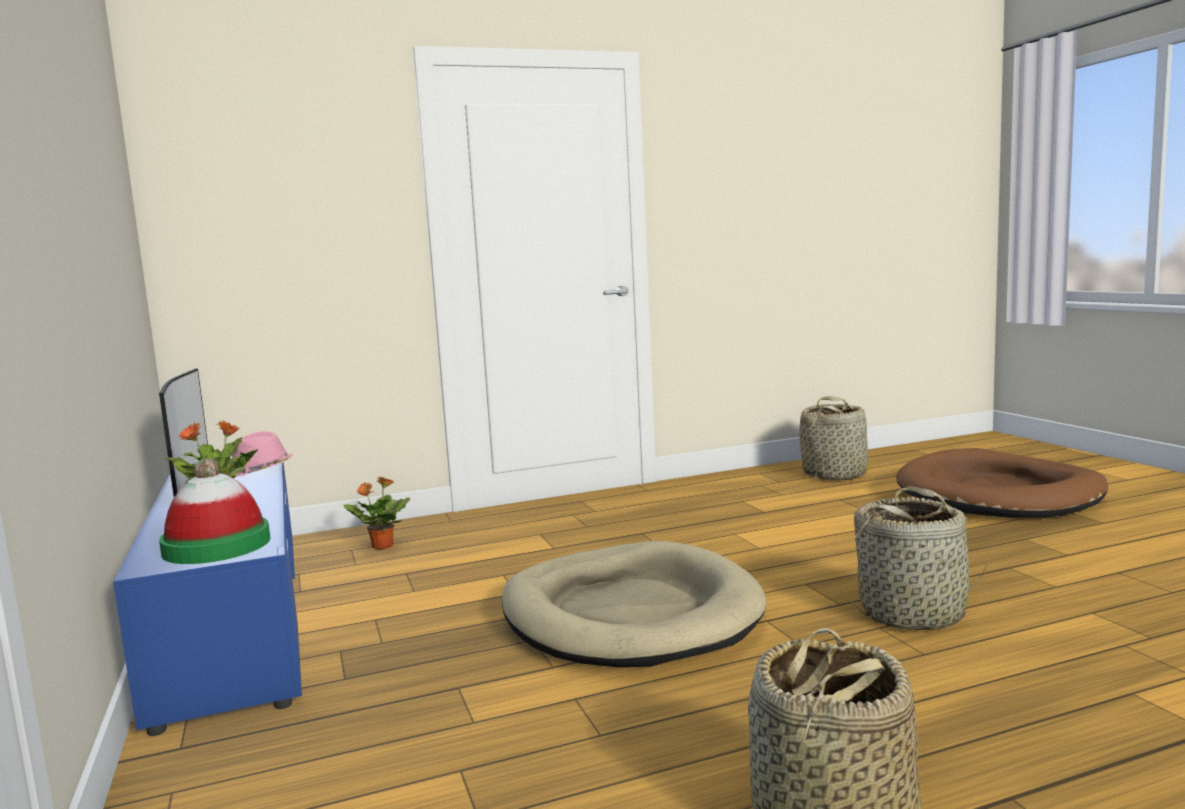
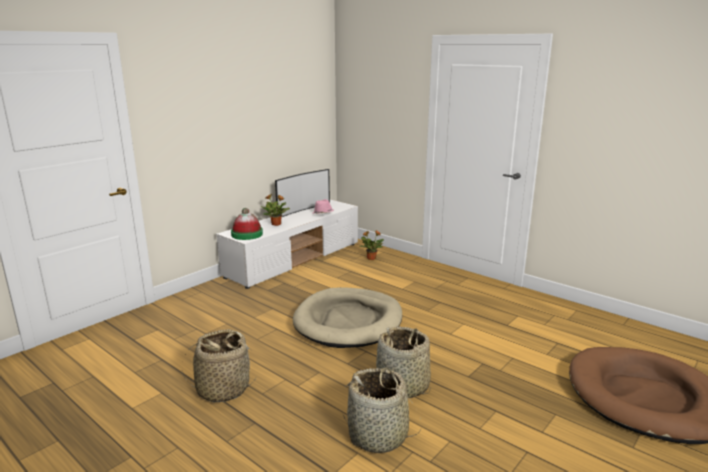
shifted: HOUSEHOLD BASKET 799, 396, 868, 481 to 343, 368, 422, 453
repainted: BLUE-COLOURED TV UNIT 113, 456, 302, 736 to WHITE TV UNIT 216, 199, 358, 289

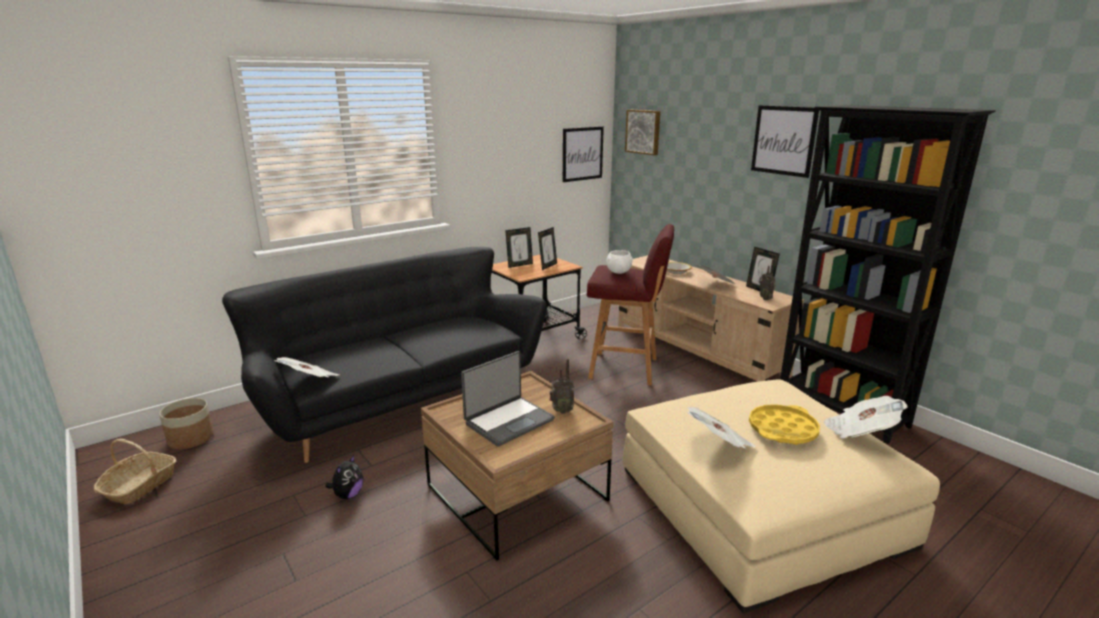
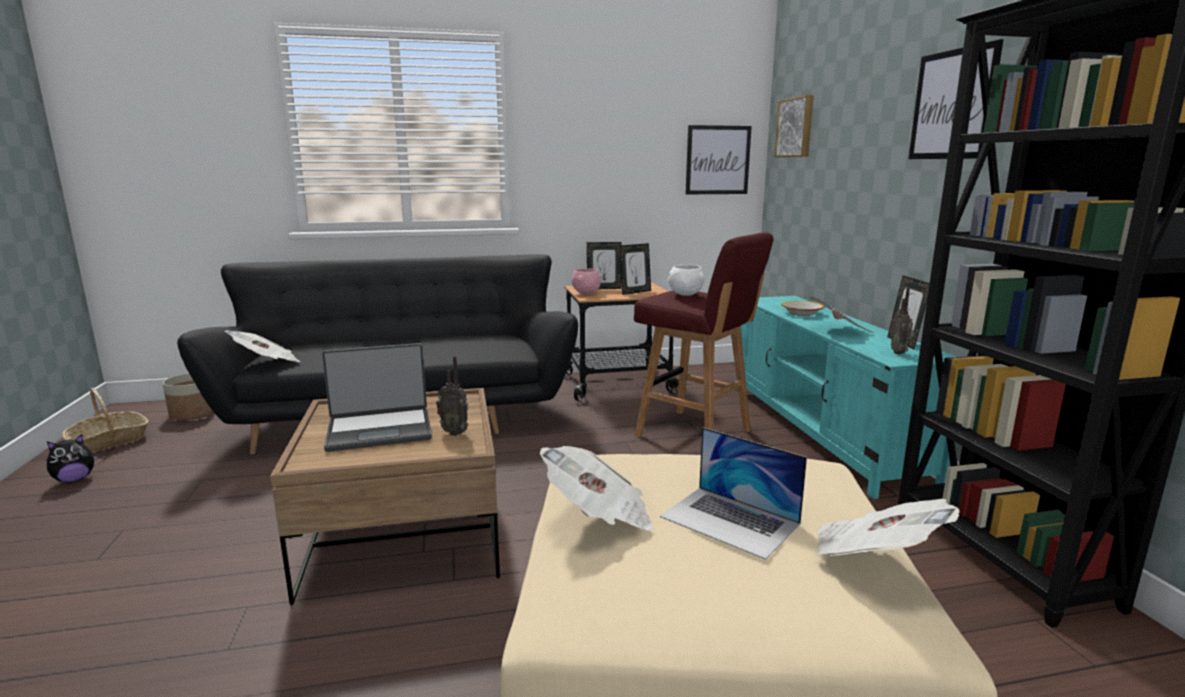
new: PINK SERVING BOWL 572, 268, 601, 294
shifted: SOFT TOY 325, 455, 363, 499 to 47, 434, 97, 483
swapped: YELLOW-COLOURED TRAY 749, 404, 820, 445 to LAPTOP 660, 427, 807, 560
repainted: BEIGE-COLOURED TV UNIT 618, 255, 804, 382 to TURQUOISE TV UNIT 735, 296, 956, 499

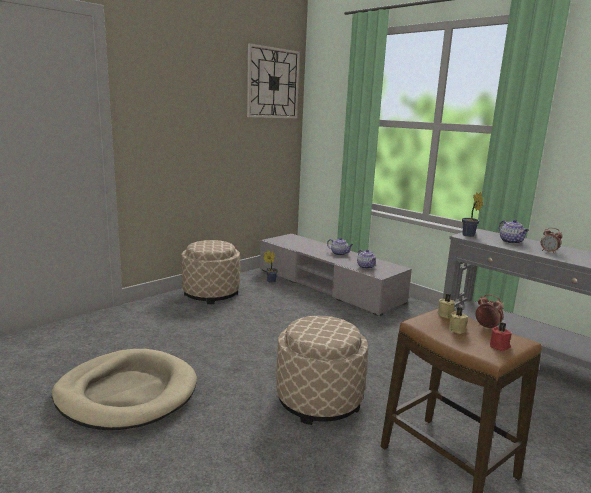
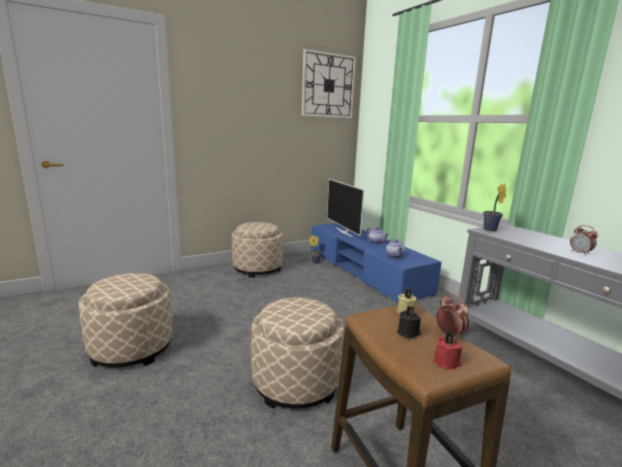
gone: TEAPOT 499, 219, 529, 244
new: TV 327, 179, 364, 237
swapped: BEIGE-COLOURED DOG CUSHION 52, 349, 197, 430 to BEIGE-COLOURED FOOTREST 78, 273, 173, 368
repainted: GREY TV UNIT 260, 234, 412, 316 to BLUE-COLOURED TV UNIT 311, 223, 441, 303; BEIGE-COLOURED WAX CANDLE 449, 307, 468, 334 to BLACK-COLOURED WAX CANDLE 397, 306, 421, 339

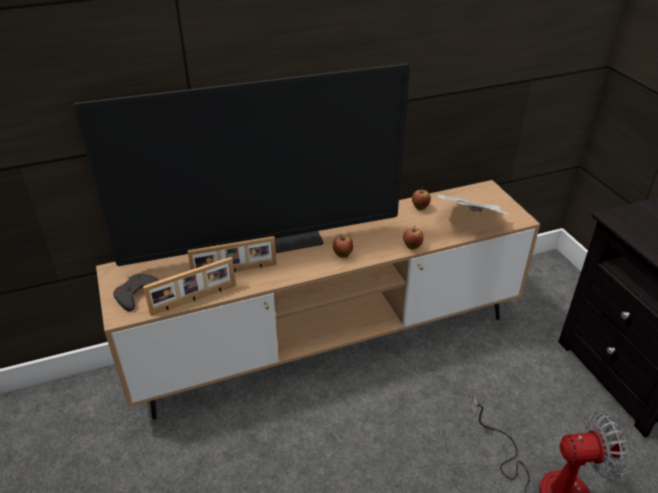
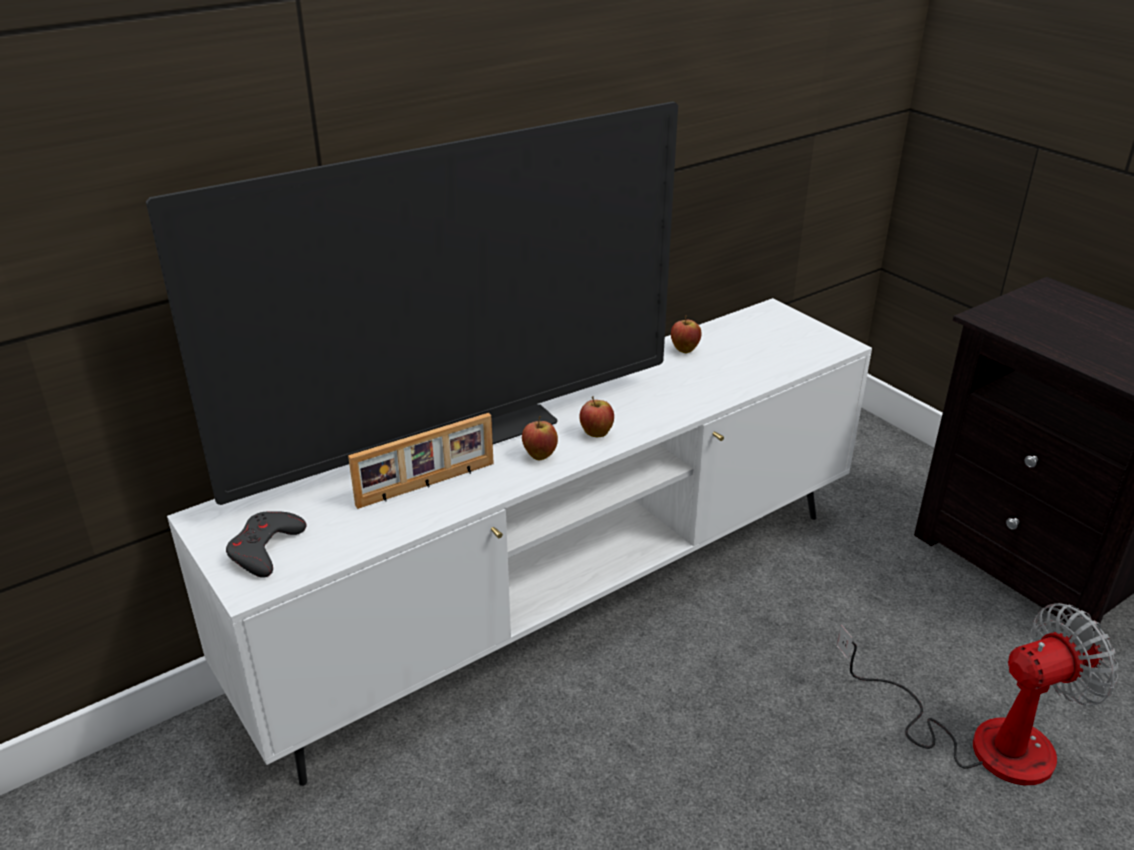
gone: DAILY PAPER 437, 194, 512, 216; PHOTO FRAME 143, 257, 236, 316
shifted: APPLE FRUIT 403, 226, 424, 250 to 522, 416, 558, 461
repainted: BROWN TV UNIT 96, 180, 540, 420 to WHITE TV UNIT 167, 298, 872, 786

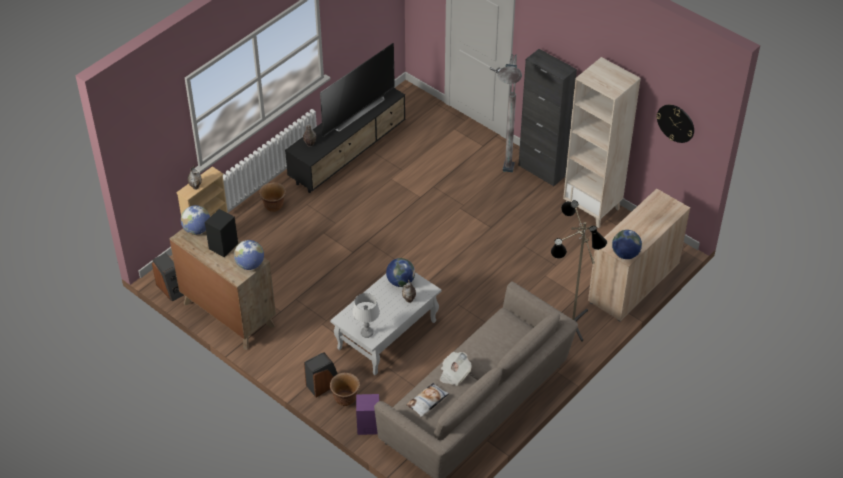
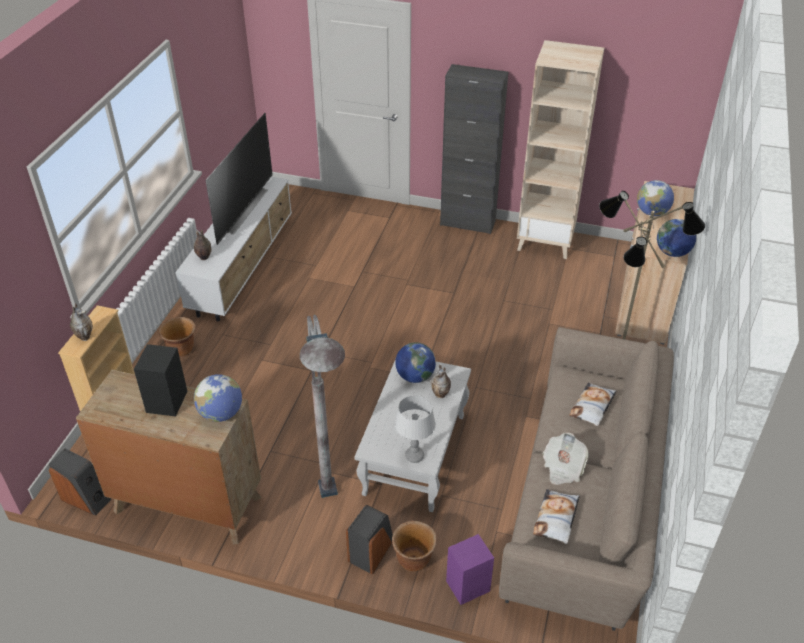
gone: CLOCK ON THE WALL 656, 105, 694, 143
new: PILLOW 569, 383, 617, 426
shifted: GREY STANDING LAMP 498, 54, 522, 172 to 300, 315, 345, 498; GLOBE 181, 205, 210, 235 to 637, 180, 674, 216
repainted: BLACK-COLOURED TV UNIT 285, 88, 406, 193 to WHITE TV UNIT 175, 177, 292, 321

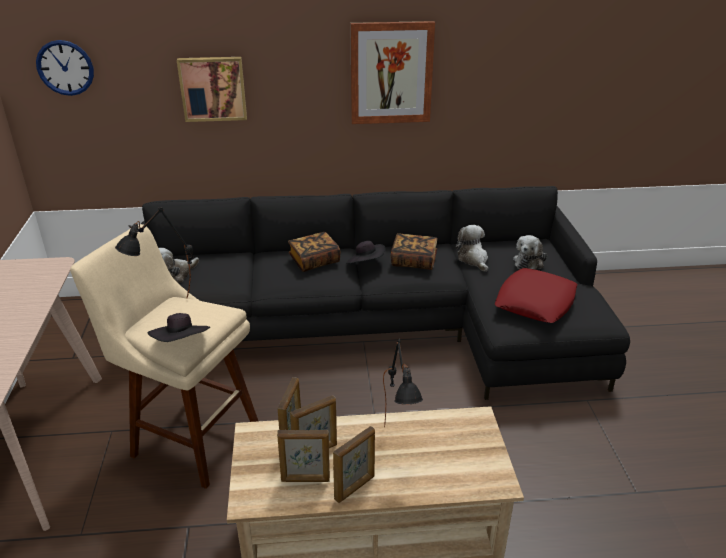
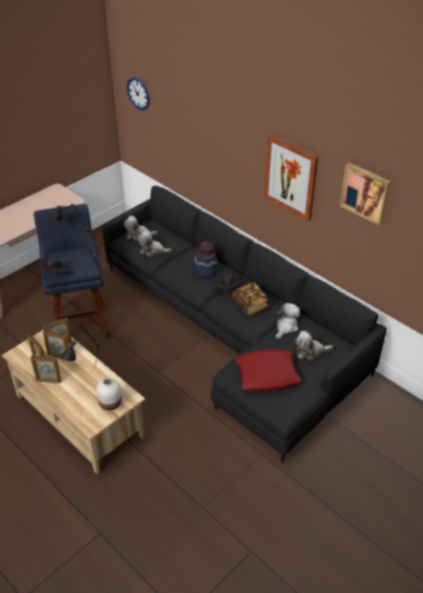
new: SOFT TOY 138, 230, 172, 257; WHITE VASE 96, 378, 122, 410
shifted: PICTURE 177, 57, 247, 122 to 339, 162, 391, 226
swapped: BOOK 288, 232, 341, 272 to CLOTHING HAT 192, 242, 219, 278
repainted: BEIGE-COLOURED STOOL SEAT 70, 224, 258, 489 to BLUE-COLOURED STOOL SEAT 34, 204, 110, 338

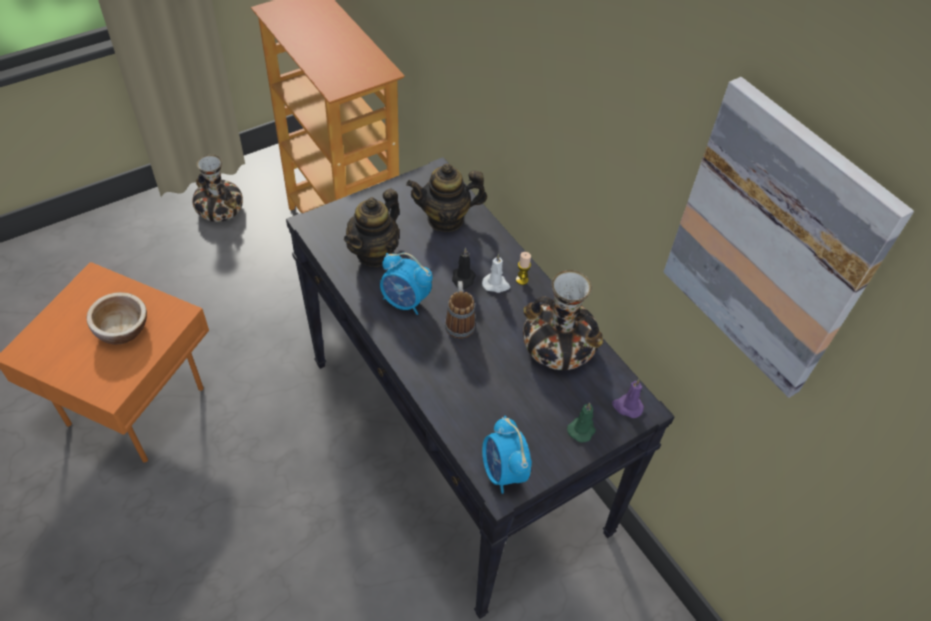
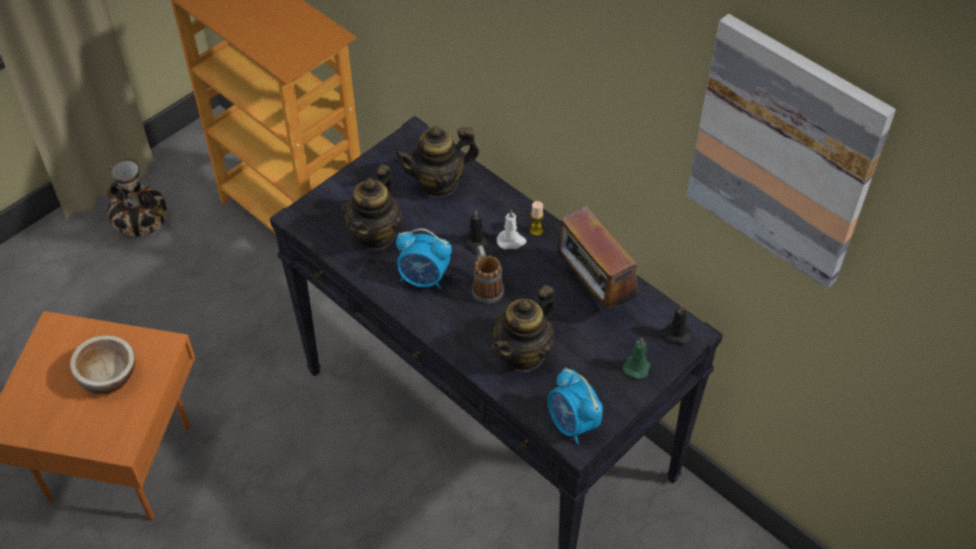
new: TEAPOT 492, 285, 555, 372
swapped: VASE 523, 270, 604, 370 to RADIO 557, 206, 637, 315
repainted: PURPLISH WAX CANDLE 612, 379, 644, 418 to BLACK-COLOURED WAX CANDLE 659, 304, 691, 345

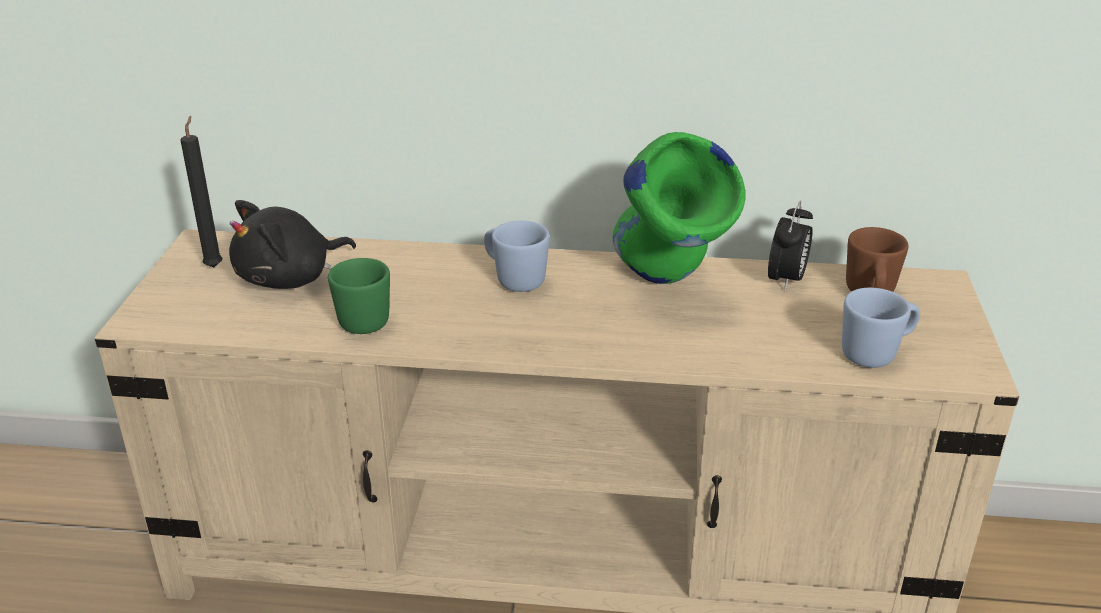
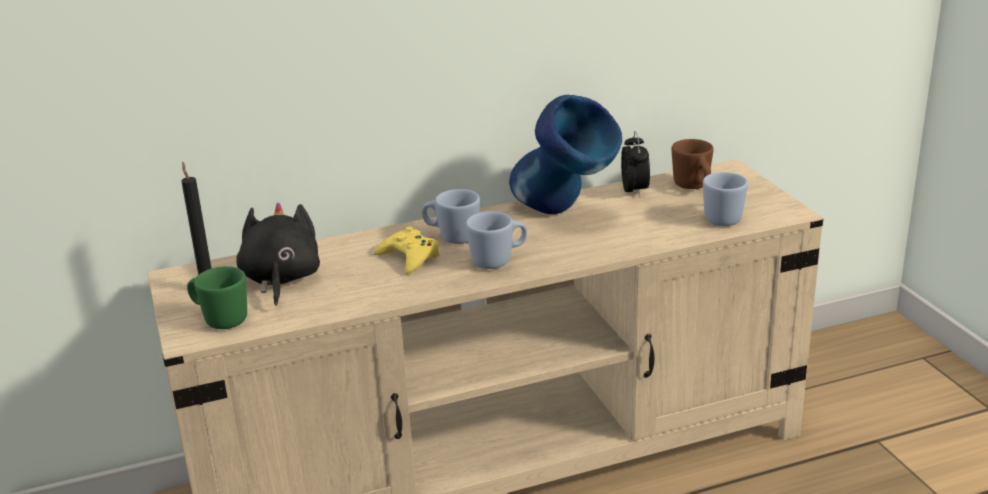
new: BLUE-COLOURED MUG 466, 211, 527, 269; YELLOW-COLOURED GAMEPAD 374, 227, 440, 275
shifted: GREEN-COLOURED MUG 328, 258, 390, 334 to 187, 266, 247, 329
repainted: GREEN-COLOURED VASE 613, 132, 746, 284 to BLUE-COLOURED VASE 509, 95, 622, 214
rotated: BLACK-COLOURED SOFT TOY 229, 200, 356, 289 = 236, 202, 320, 306 150 degrees clockwise

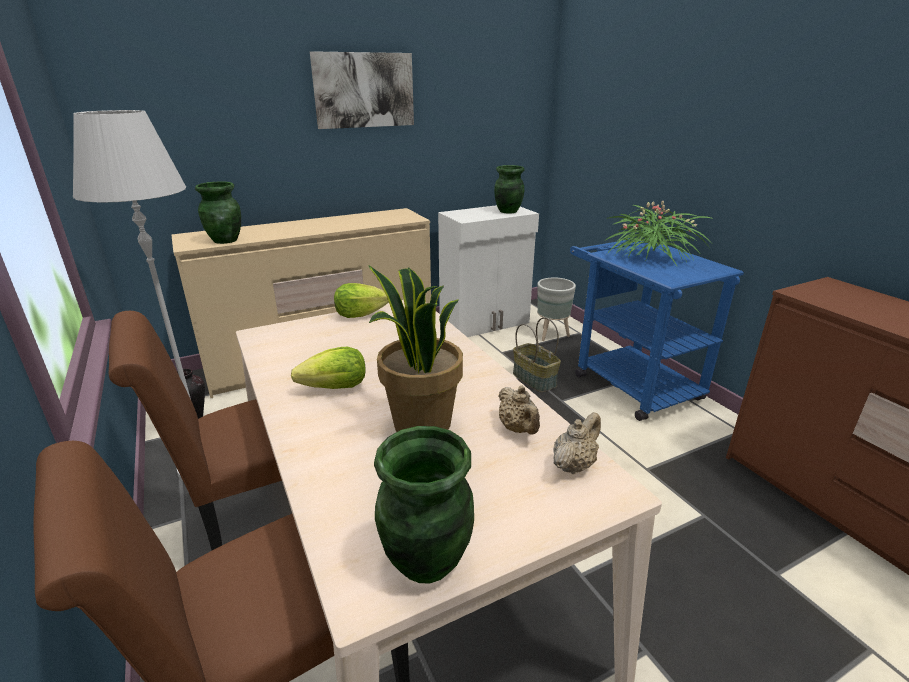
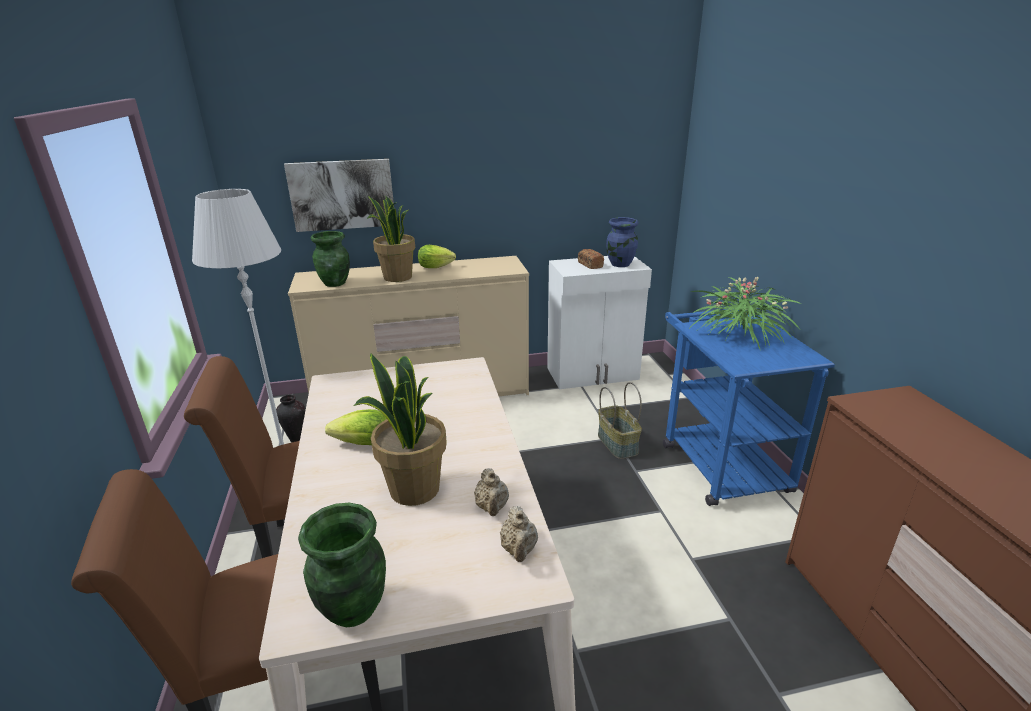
gone: GREY PLANT POT 537, 278, 576, 341
new: PLANT IN A POT 367, 195, 415, 282; BAKED BREAD 578, 249, 604, 269
shifted: PICTURE 310, 51, 414, 129 to 284, 159, 394, 232; LETTUCE 334, 283, 389, 318 to 418, 245, 456, 268
repainted: GREEN-COLOURED VASE 494, 165, 524, 214 to BLUE-COLOURED VASE 606, 217, 638, 267
rotated: BEIGE-COLOURED TEAPOT 553, 412, 601, 474 = 500, 506, 538, 562 120 degrees clockwise

